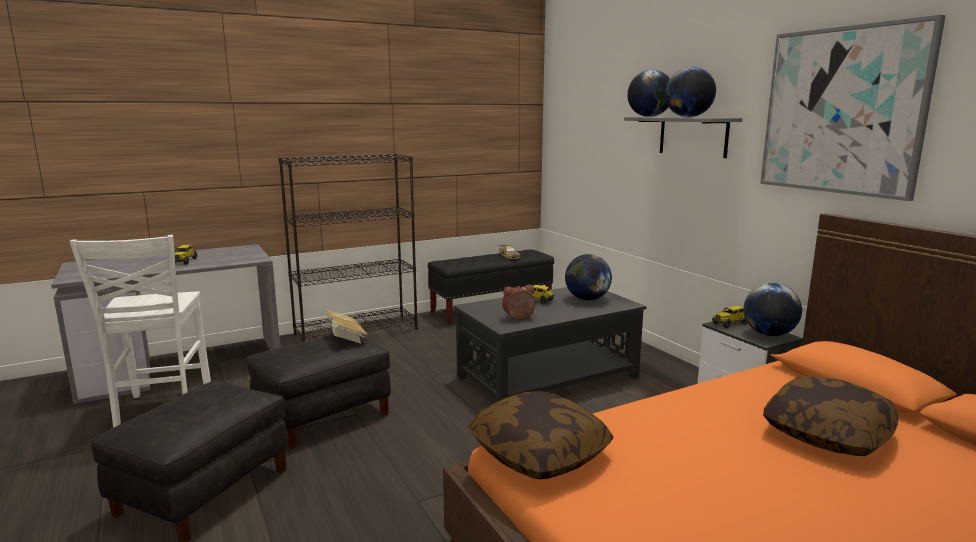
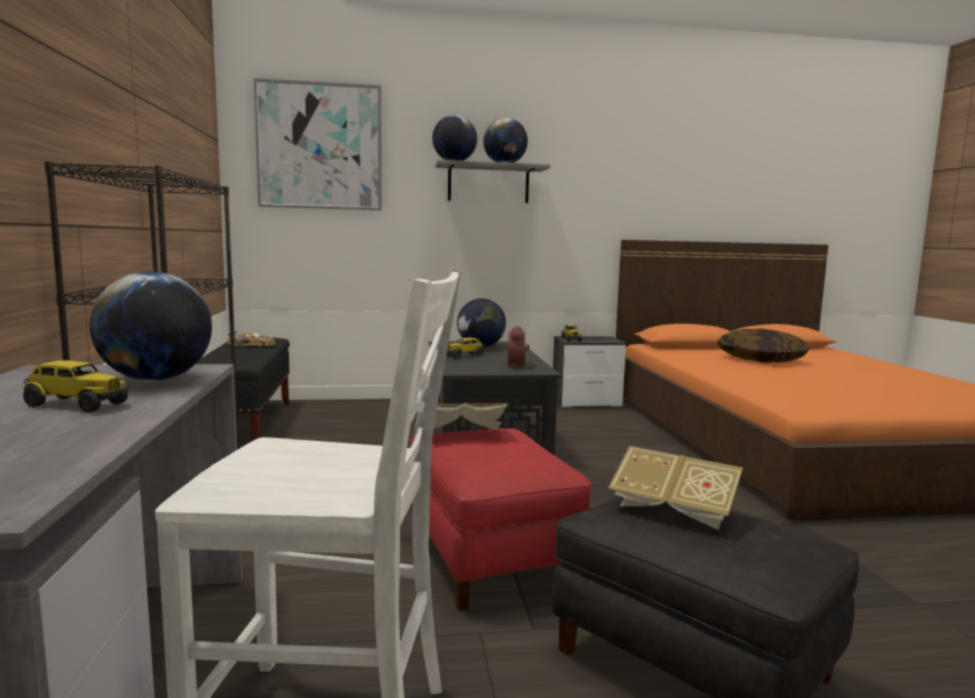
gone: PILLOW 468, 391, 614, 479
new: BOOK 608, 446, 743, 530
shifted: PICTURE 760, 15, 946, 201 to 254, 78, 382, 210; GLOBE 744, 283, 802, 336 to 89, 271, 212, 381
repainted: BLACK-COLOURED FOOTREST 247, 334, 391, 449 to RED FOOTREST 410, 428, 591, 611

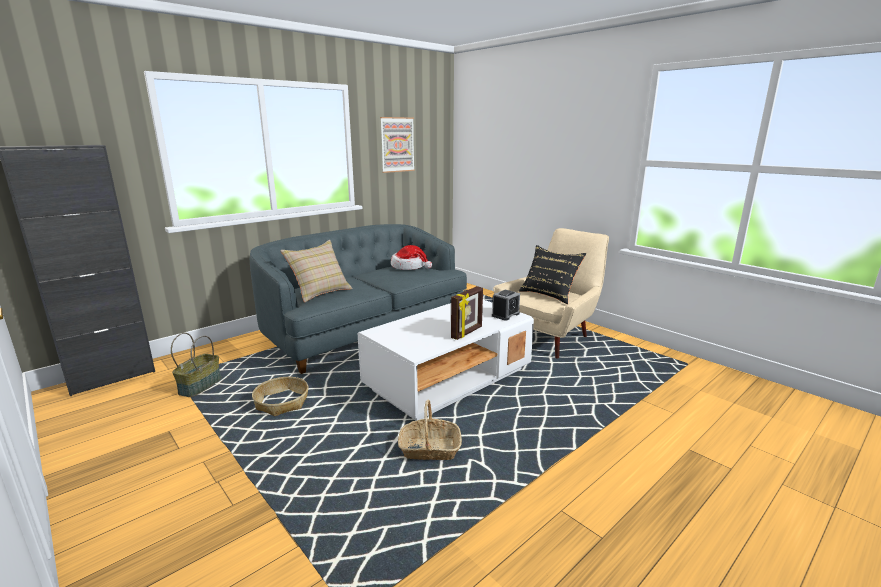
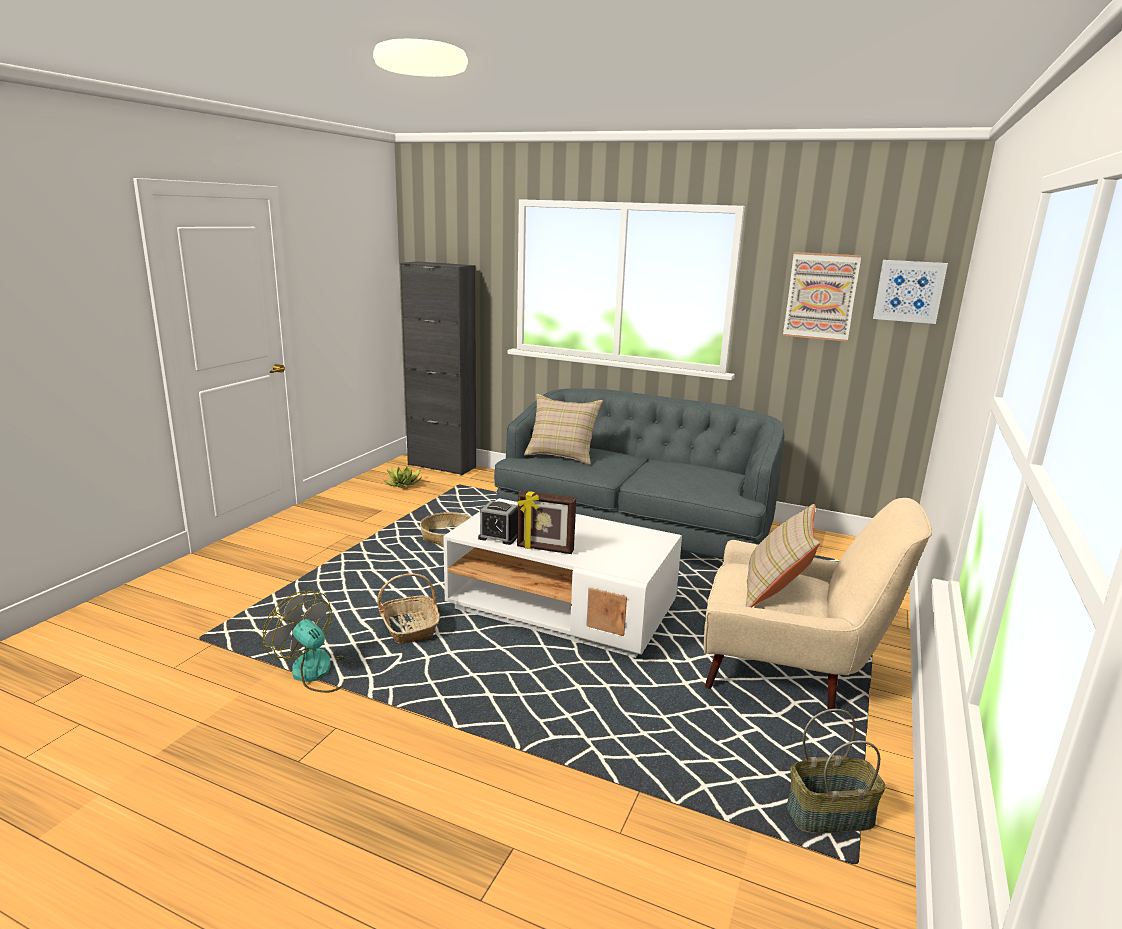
gone: CLOTHING HAT 391, 245, 432, 270
new: PICTURE 873, 260, 948, 324; PLANT IN A POT 384, 466, 421, 488; ELECTRIC FAN 263, 591, 358, 693
shifted: BEDSIDE CLOCK 492, 289, 520, 321 to 478, 501, 518, 545; HOUSEHOLD BASKET 171, 333, 221, 397 to 786, 709, 886, 834
repainted: BLACK-COLOURED PILLOW 519, 245, 586, 304 to BEIGE-COLOURED PILLOW 746, 504, 820, 607

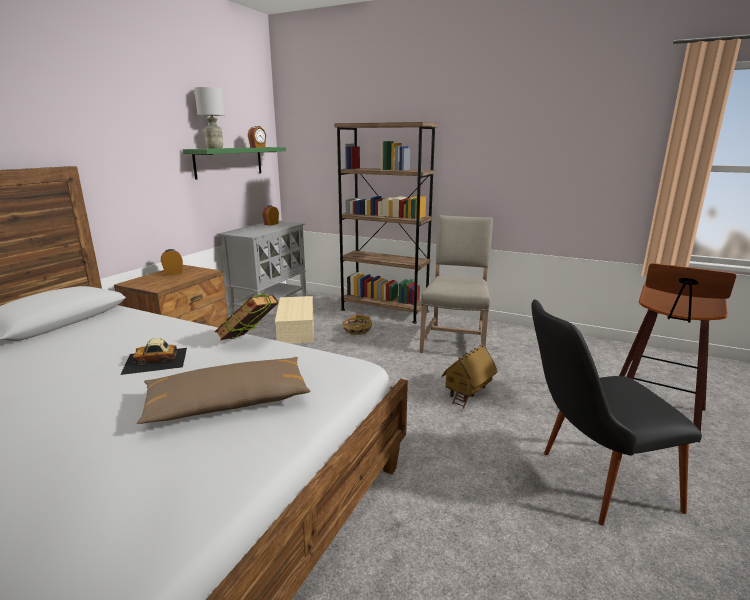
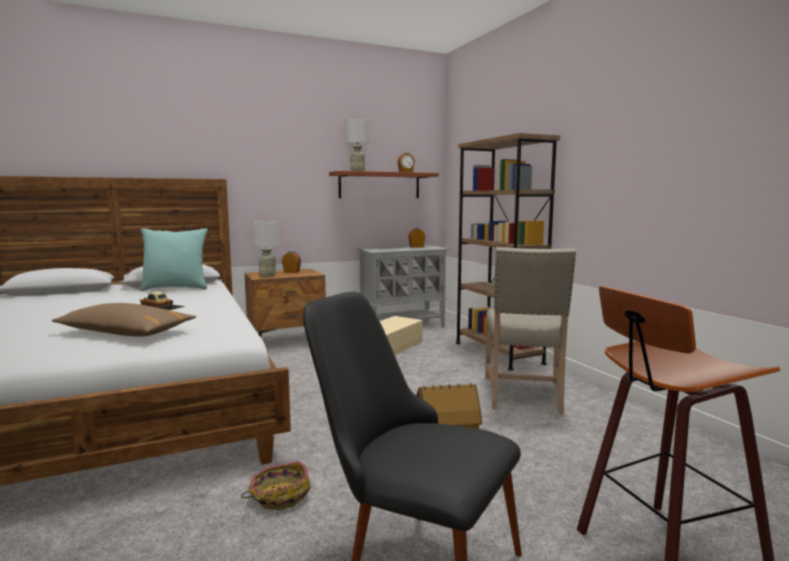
gone: BOOK 215, 294, 279, 340
new: GREY TABLE LAMP 252, 221, 279, 277; TURQUOISE PILLOW 140, 228, 208, 291
shifted: HOUSEHOLD BASKET 342, 314, 372, 335 to 241, 461, 311, 510
repainted: GREEN-COLOURED WALL SHELF 183, 147, 286, 180 to BROWN WALL SHELF 329, 171, 439, 198
rotated: BEIGE-COLOURED PLAIN CHAIR 420, 215, 493, 353 = 485, 247, 576, 414 135 degrees clockwise

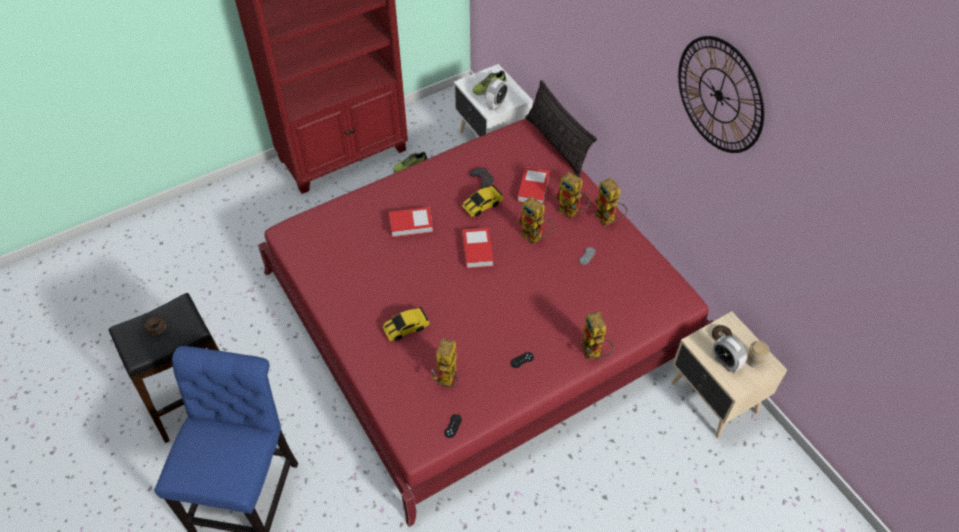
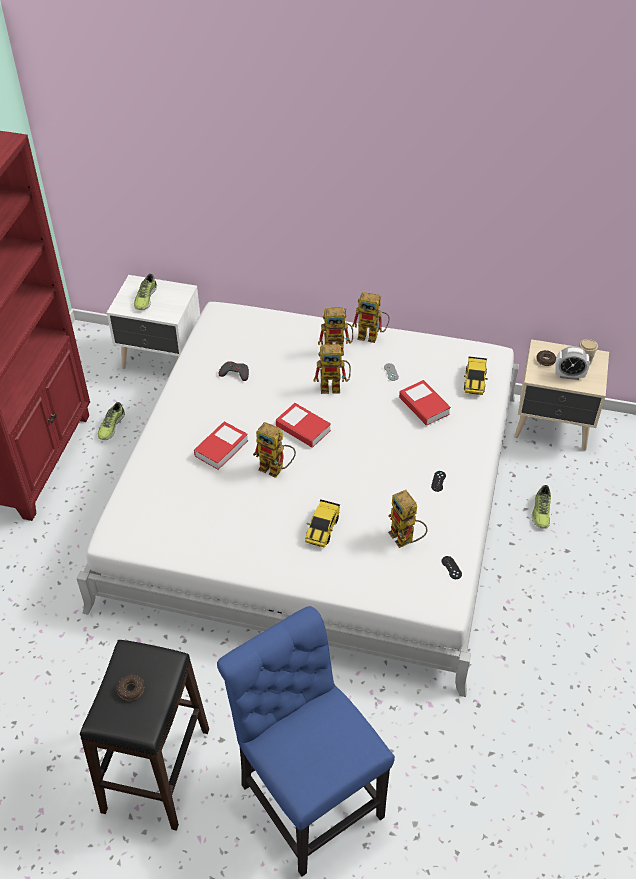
gone: CLOCK ON THE WALL 678, 36, 764, 153; BEDSIDE CLOCK 485, 79, 508, 110; PILLOW 525, 80, 597, 177
new: ITEM OF FOOTWEAR 532, 485, 551, 529
shifted: BOOK 517, 167, 550, 204 to 399, 380, 451, 426; MINIATURE CAR 462, 185, 503, 217 to 464, 356, 488, 395; ROBOT FIGURE 580, 311, 614, 360 to 253, 422, 296, 478
repainted: RED BED 258, 119, 713, 527 to WHITE BED 77, 302, 519, 697

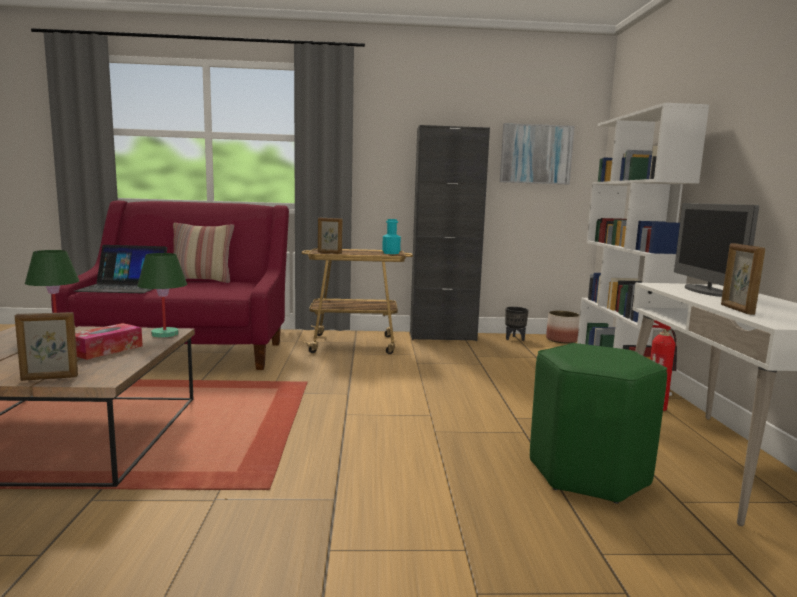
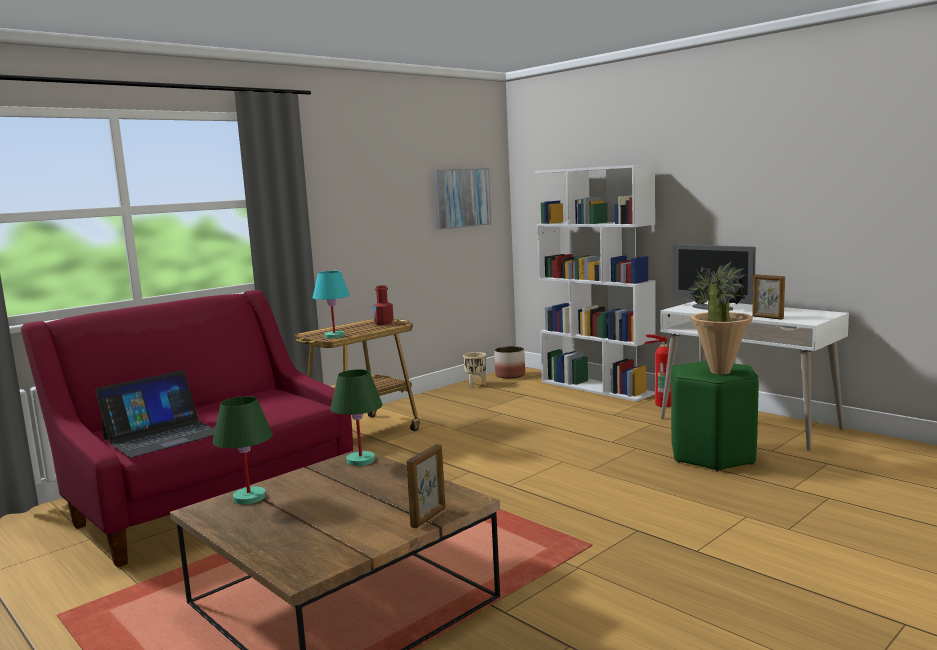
gone: BLACK-COLOURED STORAGE CABINET 410, 125, 490, 341; PILLOW 173, 223, 234, 283; TISSUE BOX 75, 323, 143, 360
new: PLANT IN A POT 687, 262, 753, 374
swapped: PHOTO FRAME 318, 217, 343, 254 to TURQUOISE TABLE LAMP 313, 271, 350, 339
repainted: TURQUOISE BEVERAGE BOTTLE 382, 219, 401, 254 to RED BEVERAGE BOTTLE 373, 285, 394, 325; BLACK-COLOURED PLANT POT 505, 307, 529, 341 to BEIGE-COLOURED PLANT POT 463, 352, 486, 388

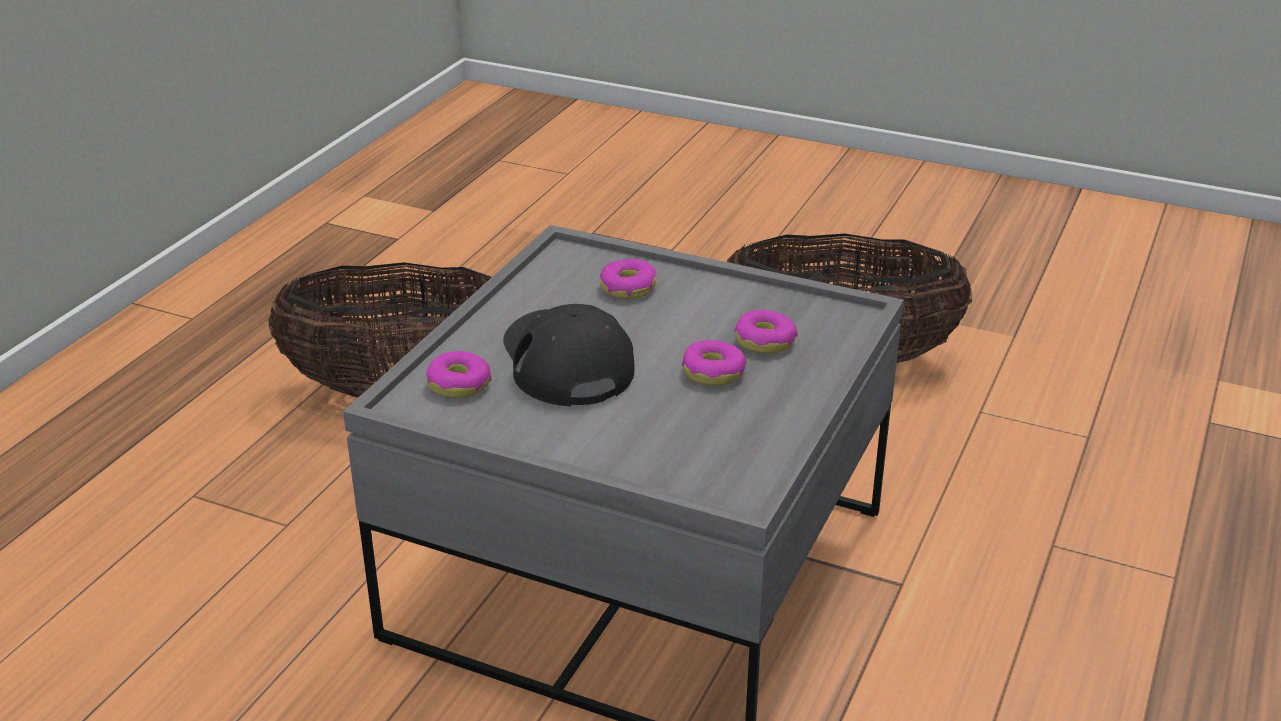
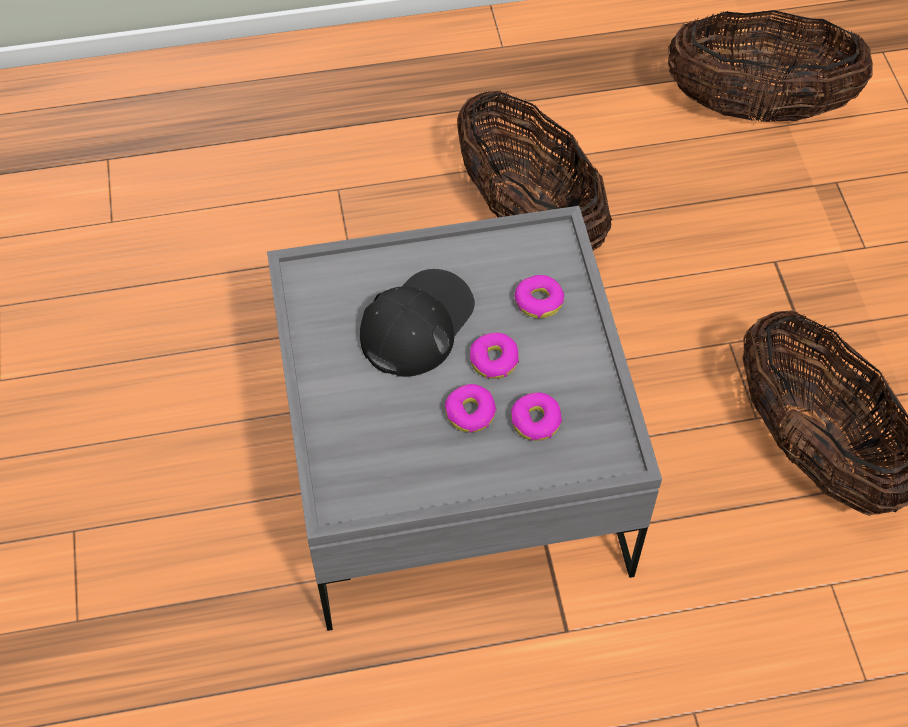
new: HOUSEHOLD BASKET 668, 10, 873, 122
shifted: DONUT 426, 351, 491, 398 to 470, 332, 519, 379

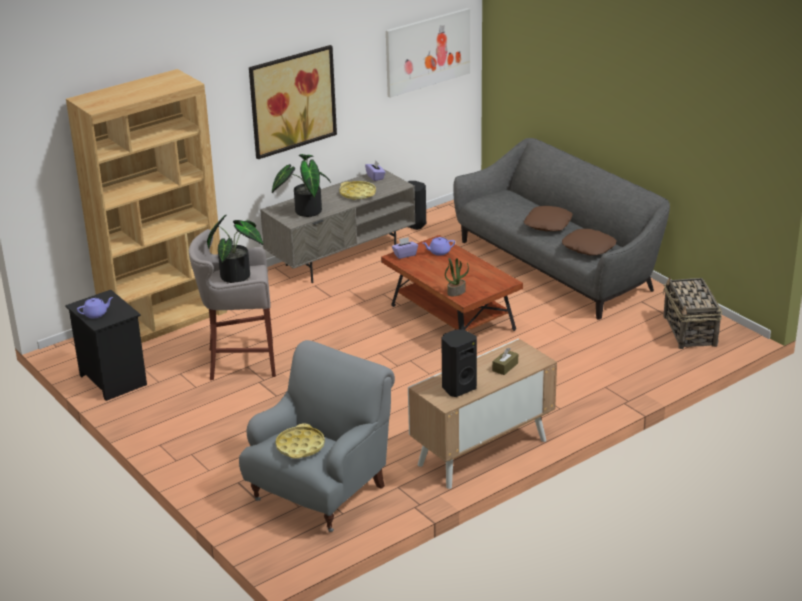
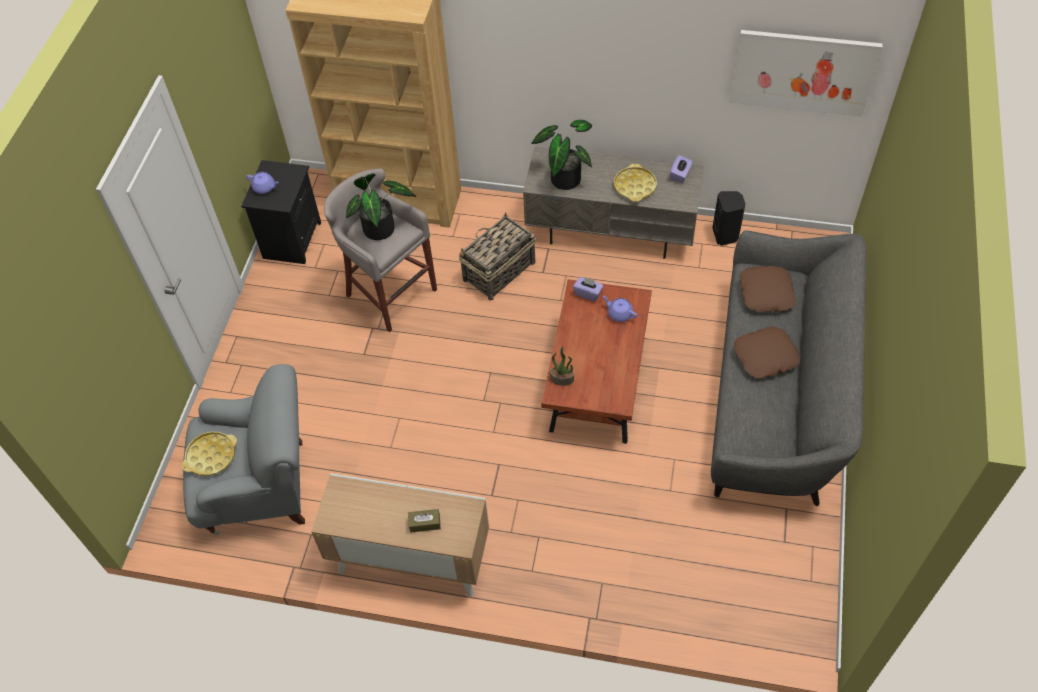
gone: PICTURE 249, 45, 337, 159; BLACK-COLOURED AUDIO SPEAKER 441, 329, 477, 397
shifted: BROWN PILLOW 562, 229, 617, 256 to 739, 266, 796, 312; HOUSEHOLD BASKET 663, 276, 722, 349 to 459, 212, 536, 301

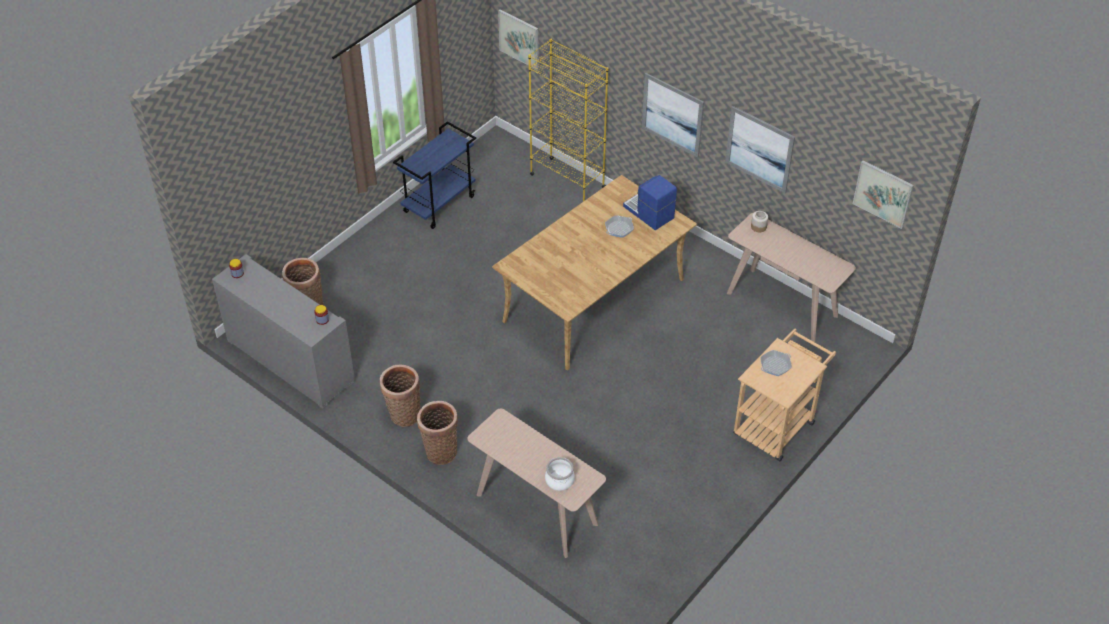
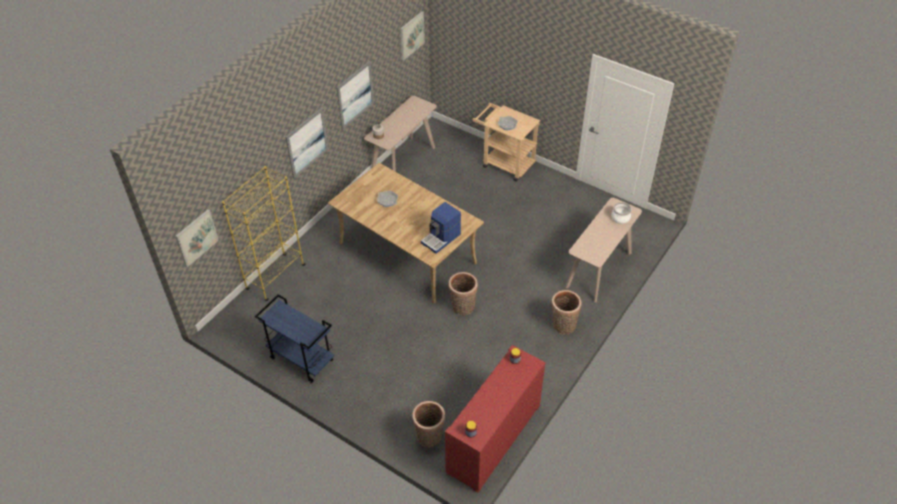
shifted: COFFEE MAKER 623, 175, 677, 230 to 421, 202, 461, 254; HOUSEHOLD BASKET 380, 365, 420, 427 to 448, 272, 478, 315
repainted: GREY STORAGE CABINET 212, 254, 355, 409 to RED STORAGE CABINET 445, 345, 545, 493

